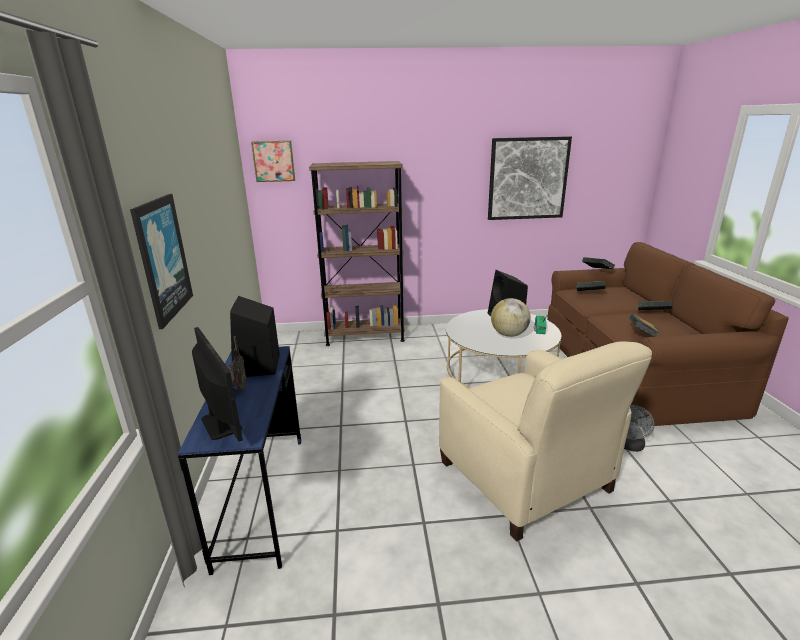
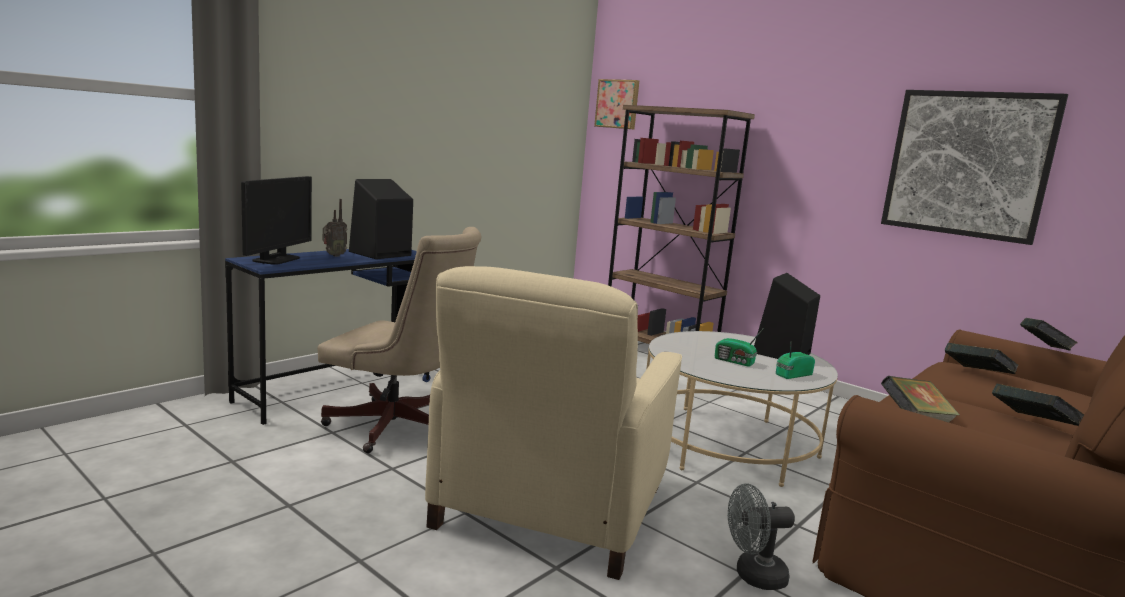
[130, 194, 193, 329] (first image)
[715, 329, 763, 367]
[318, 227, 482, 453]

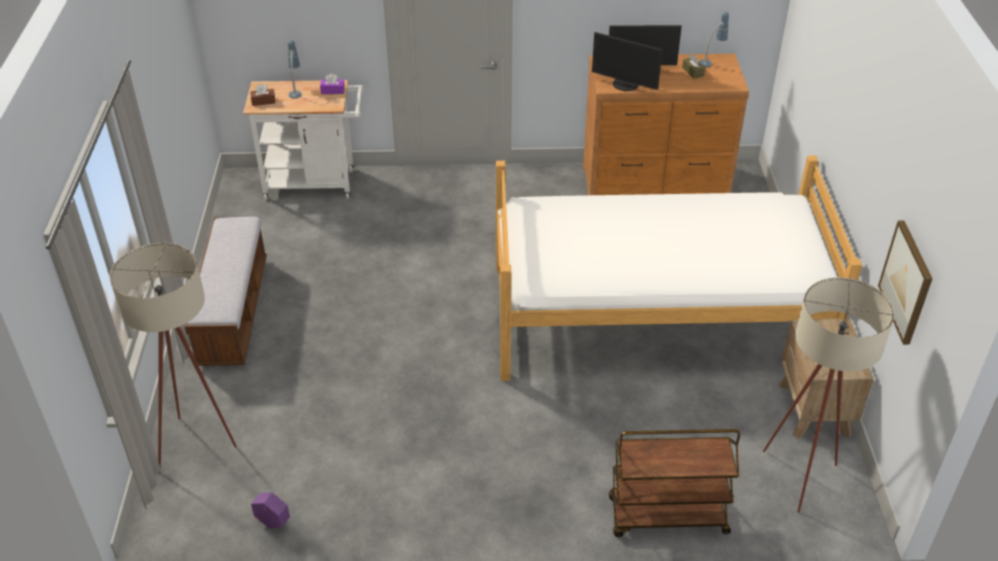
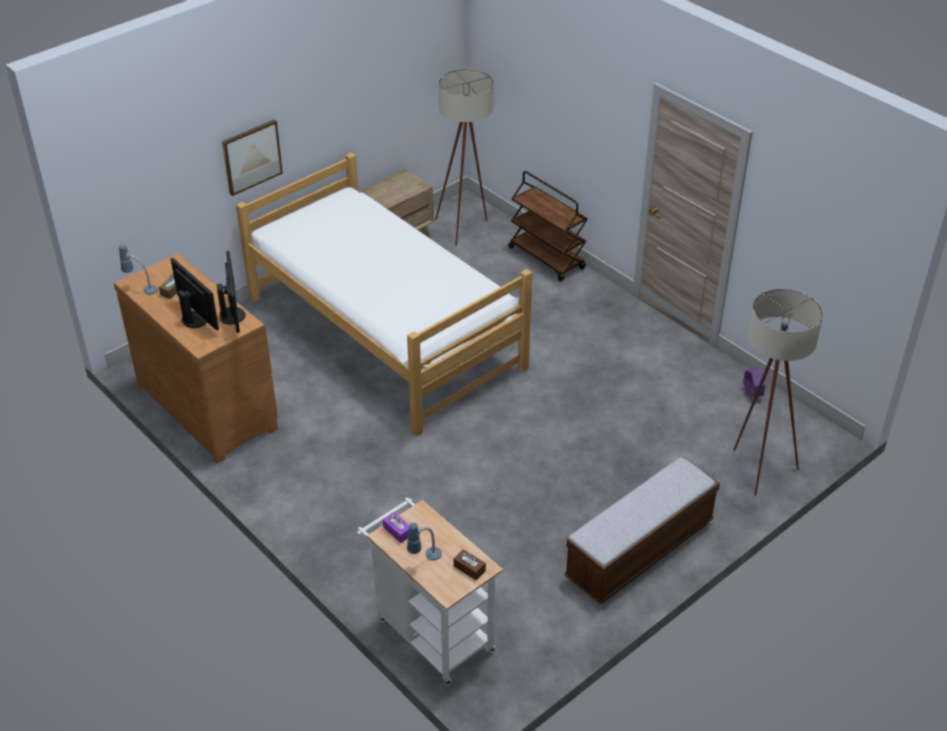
[222, 120, 283, 196]

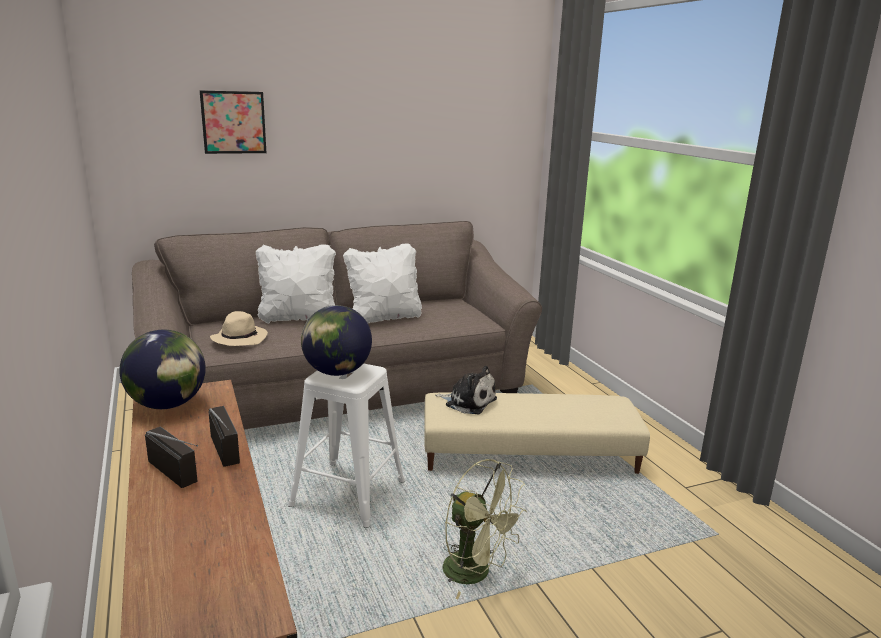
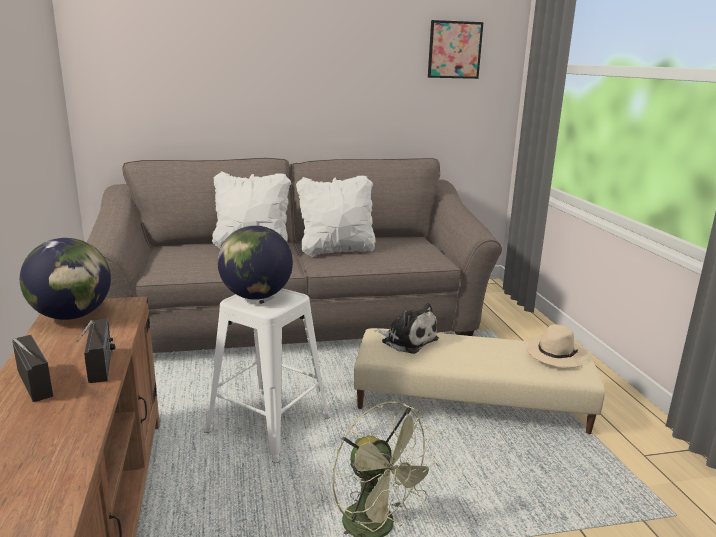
[428, 20, 483, 79]
[526, 324, 587, 368]

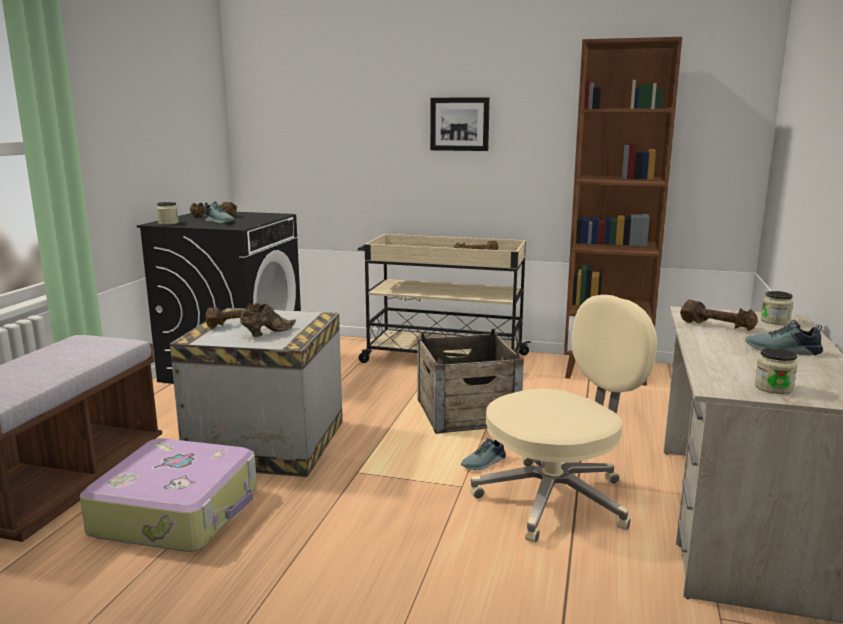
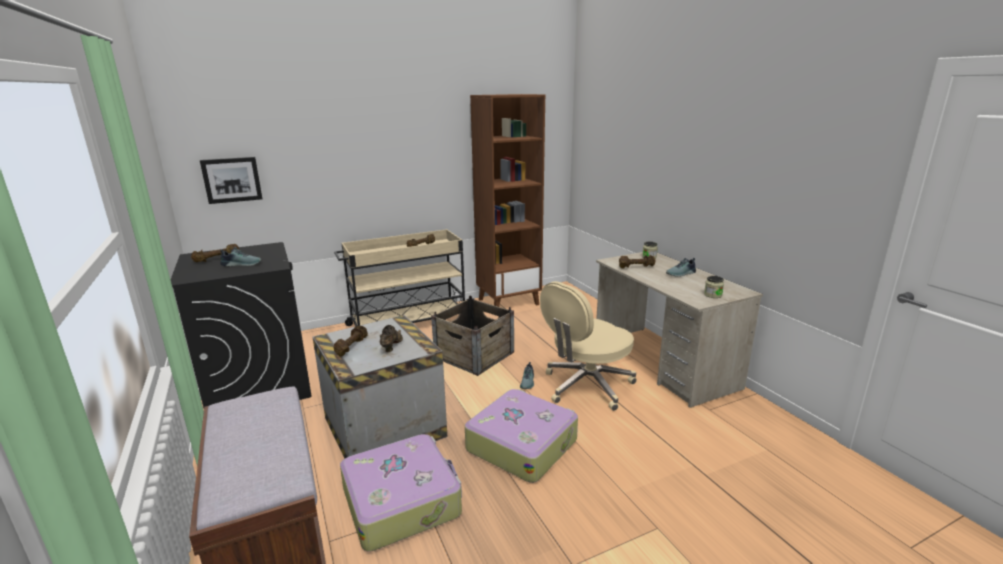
[157, 202, 179, 225] (first image)
[200, 157, 262, 204]
[540, 281, 637, 411]
[465, 389, 578, 483]

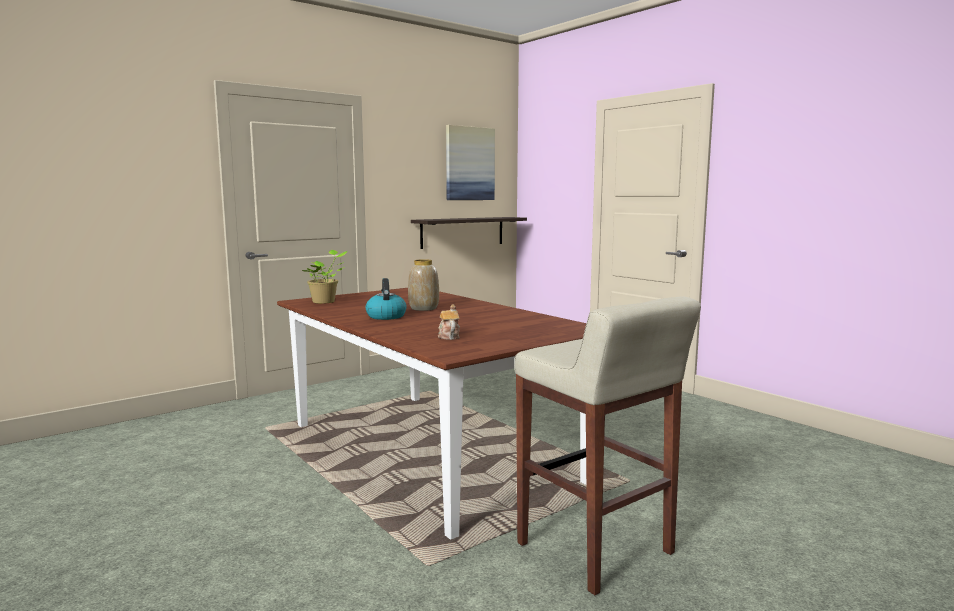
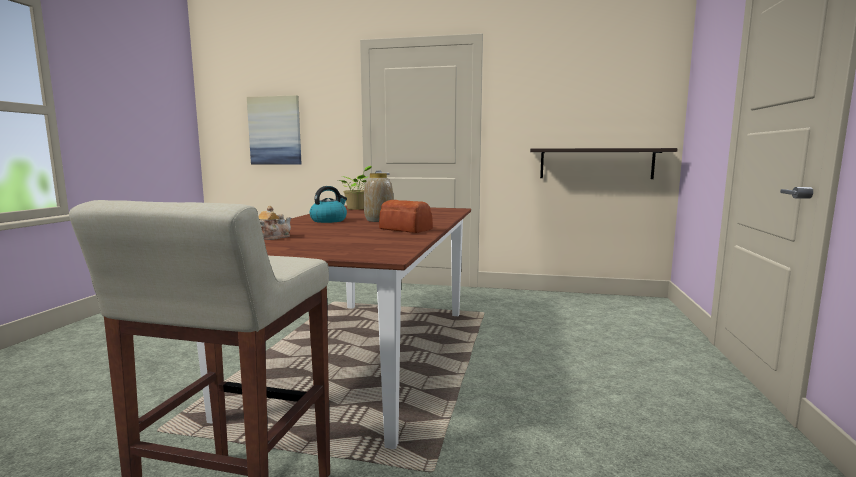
[247, 95, 302, 165]
[379, 200, 433, 233]

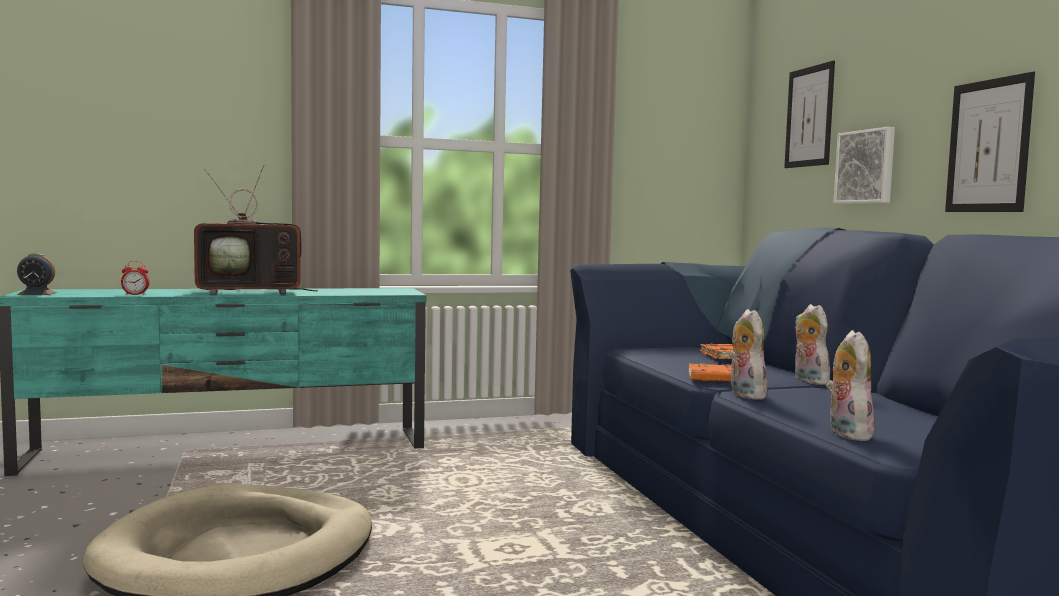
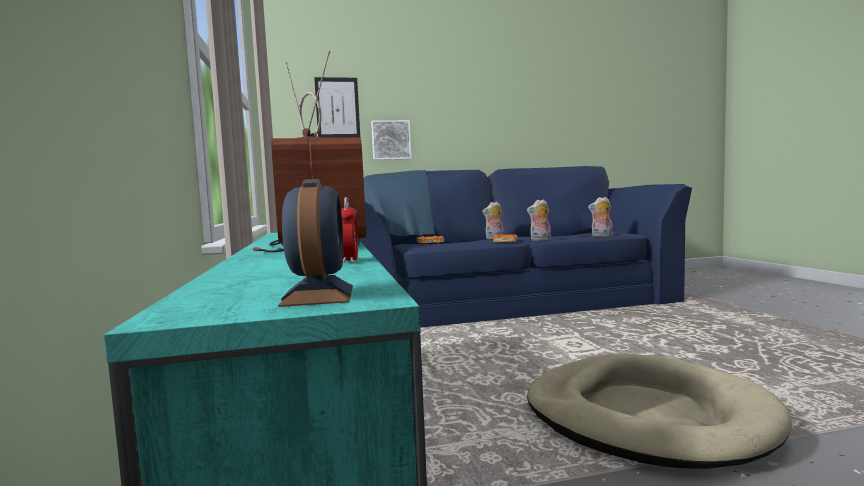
[945, 72, 1035, 212] (first image)

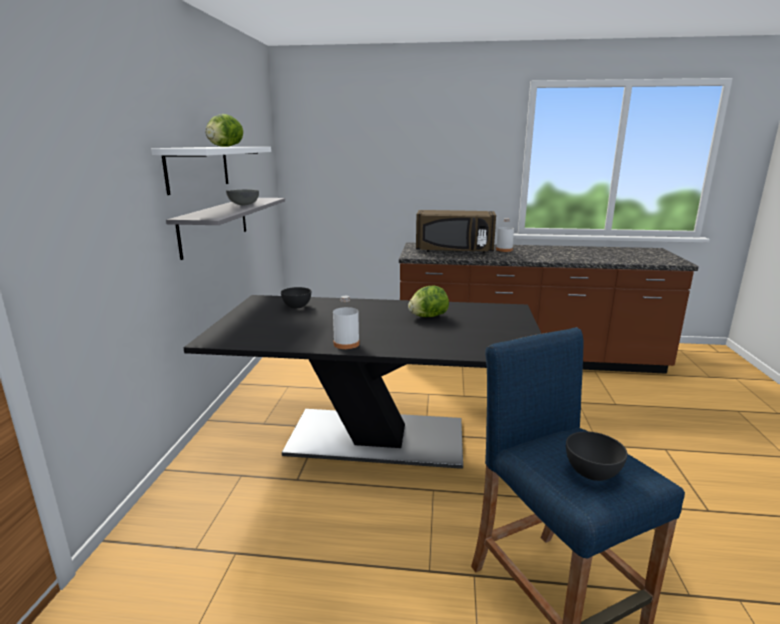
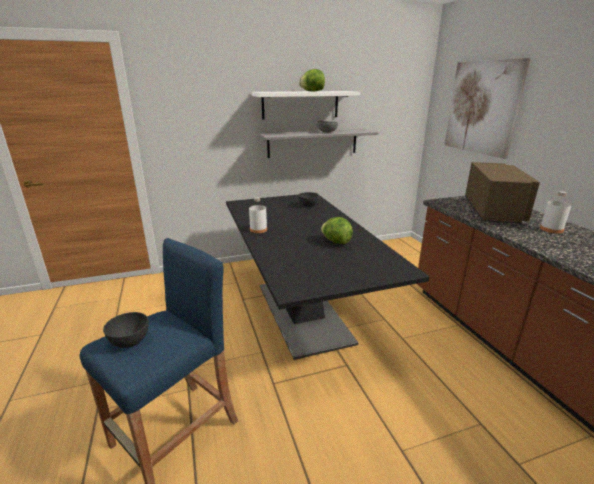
[465, 162, 540, 224]
[444, 58, 530, 159]

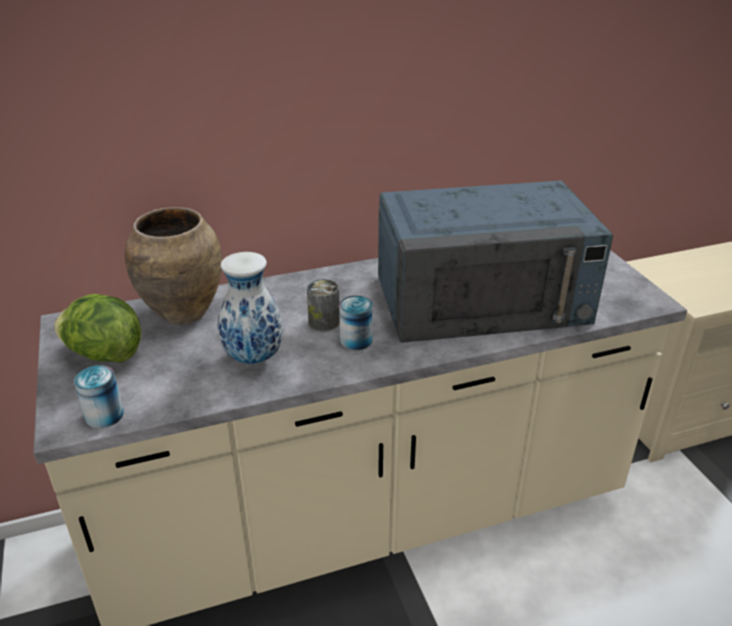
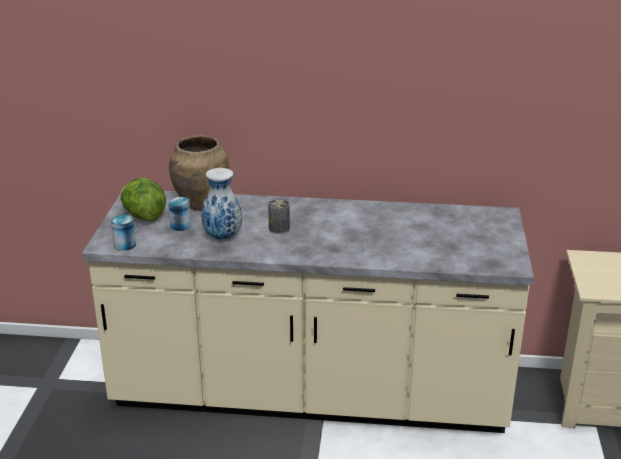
[168, 196, 191, 231]
[378, 180, 613, 343] (first image)

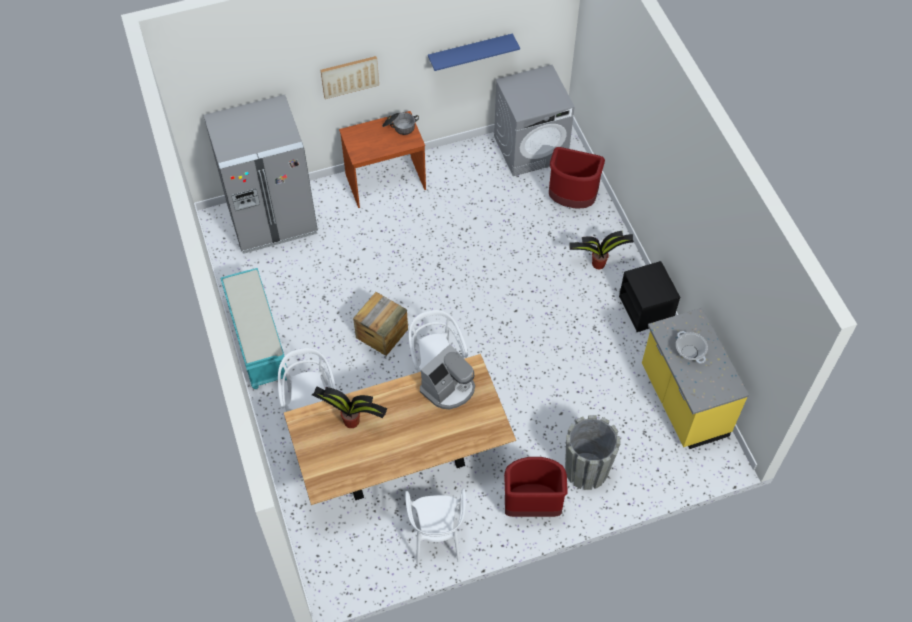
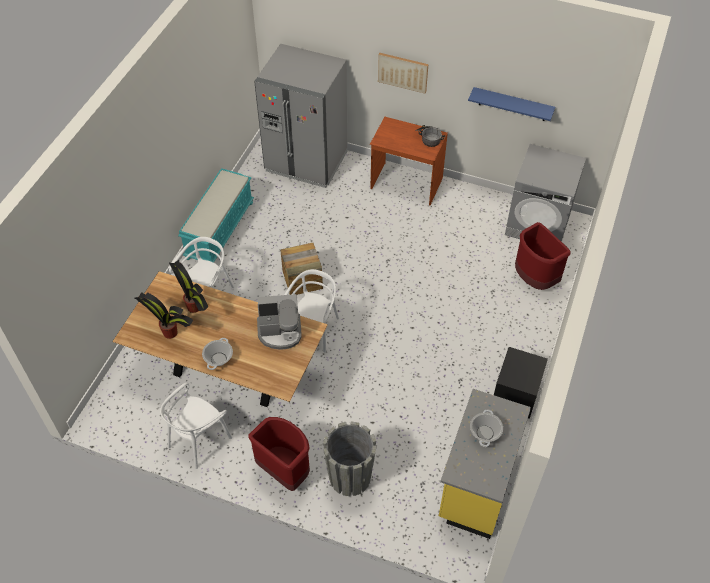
[135, 292, 193, 339]
[202, 338, 233, 370]

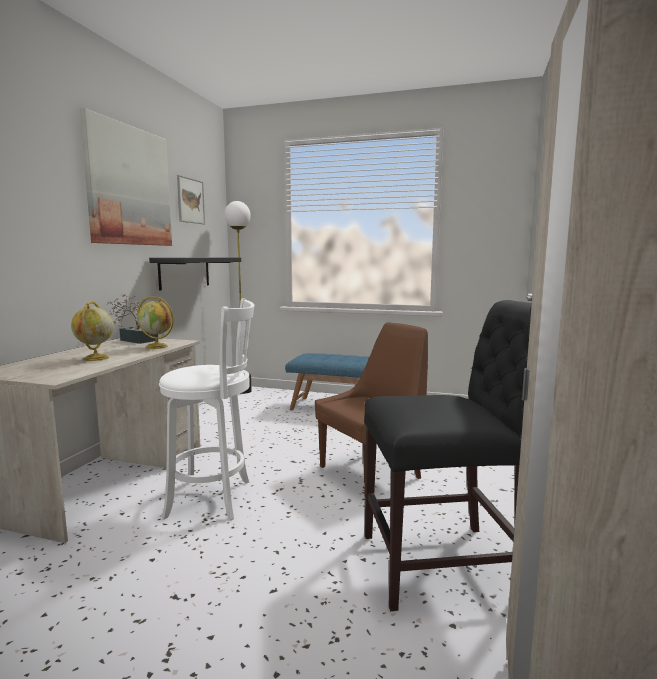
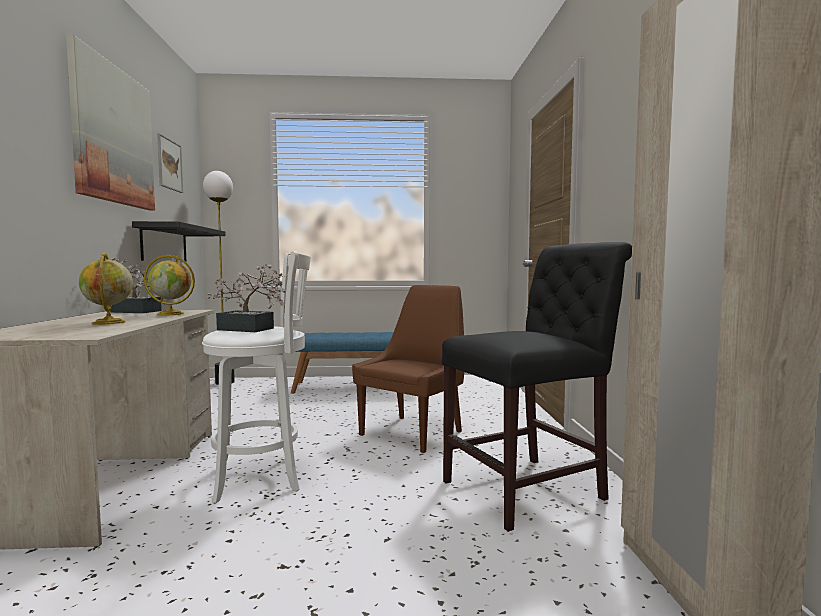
[205, 264, 288, 332]

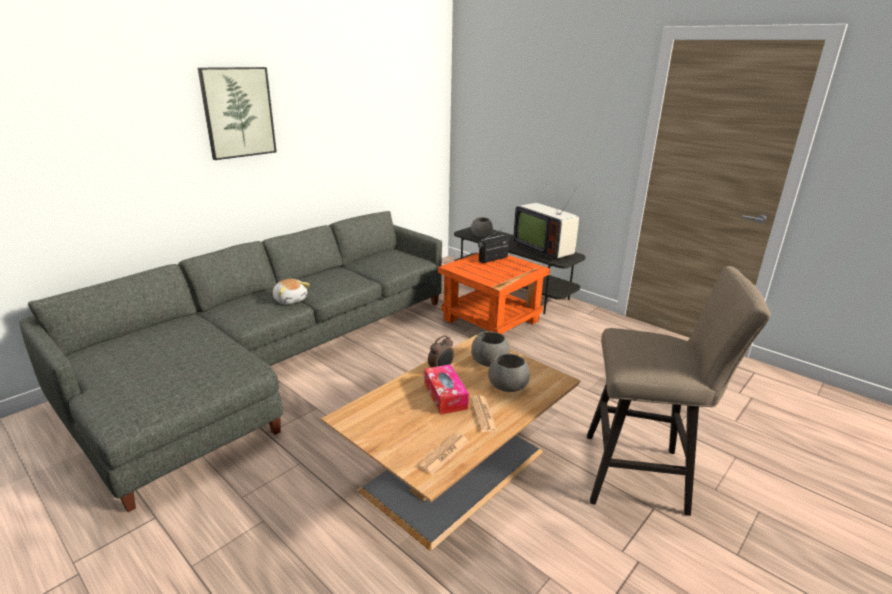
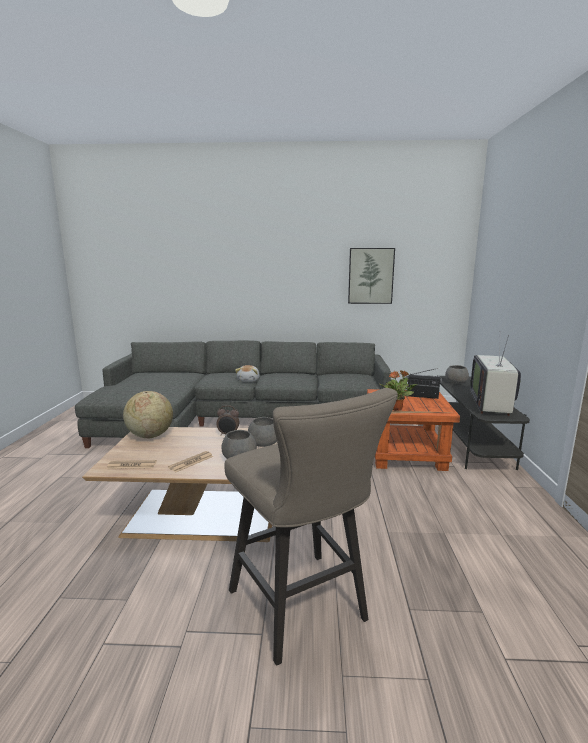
[348, 248, 395, 304]
[425, 364, 469, 415] (first image)
[123, 391, 173, 438]
[380, 370, 417, 410]

